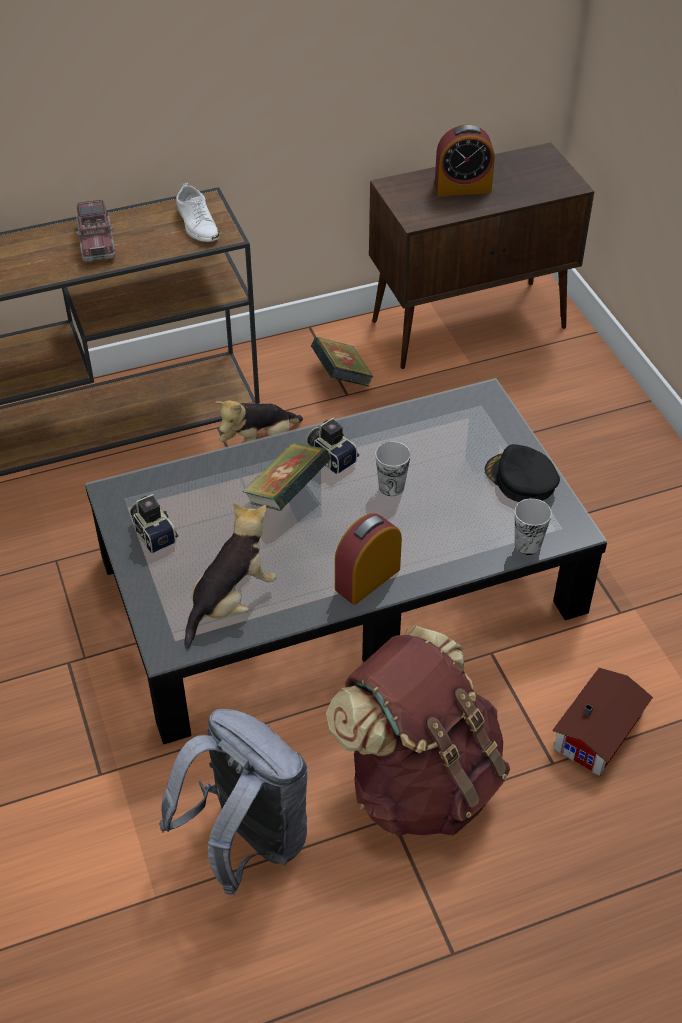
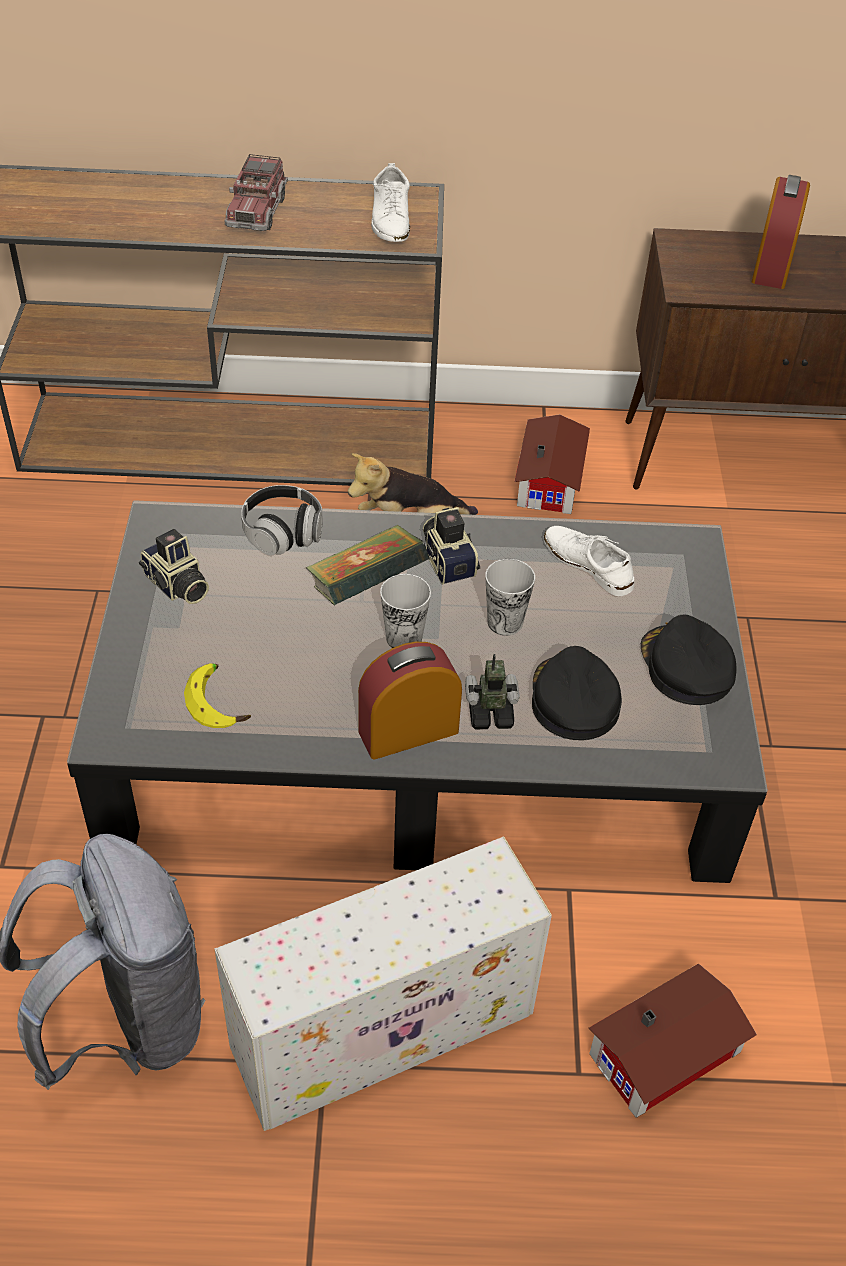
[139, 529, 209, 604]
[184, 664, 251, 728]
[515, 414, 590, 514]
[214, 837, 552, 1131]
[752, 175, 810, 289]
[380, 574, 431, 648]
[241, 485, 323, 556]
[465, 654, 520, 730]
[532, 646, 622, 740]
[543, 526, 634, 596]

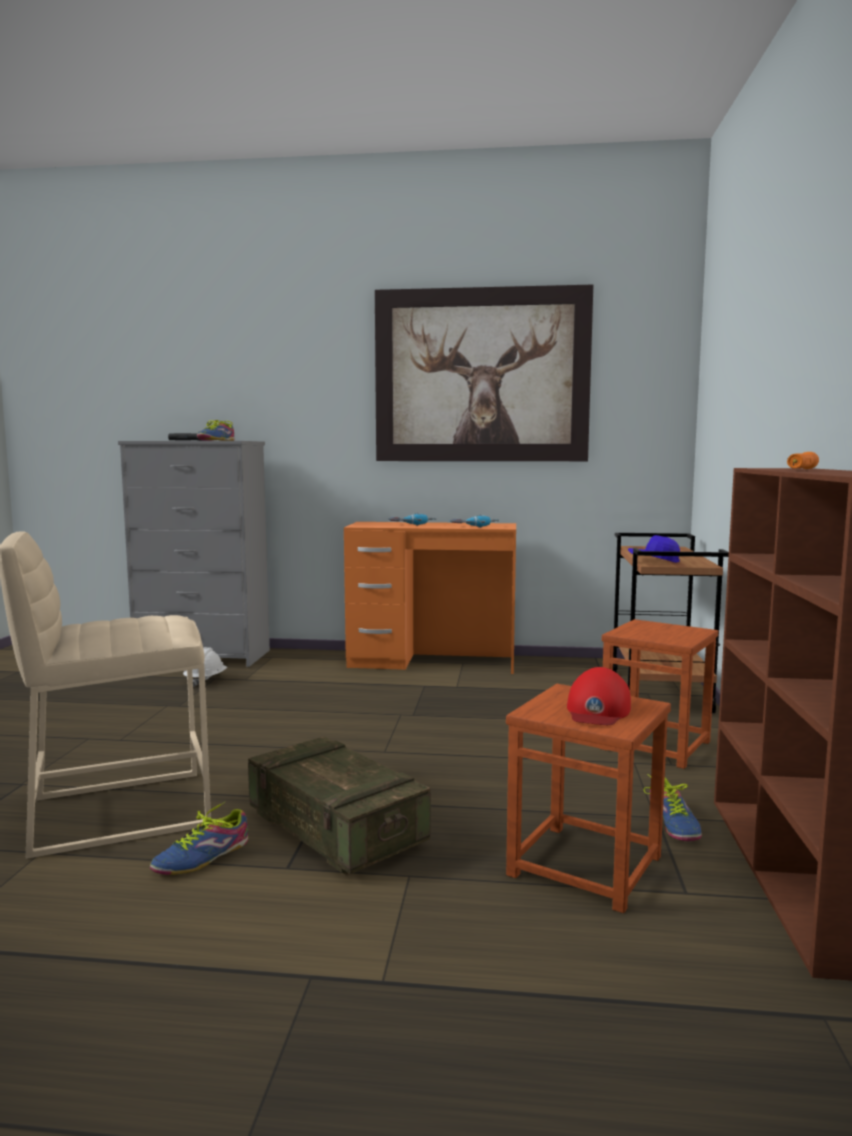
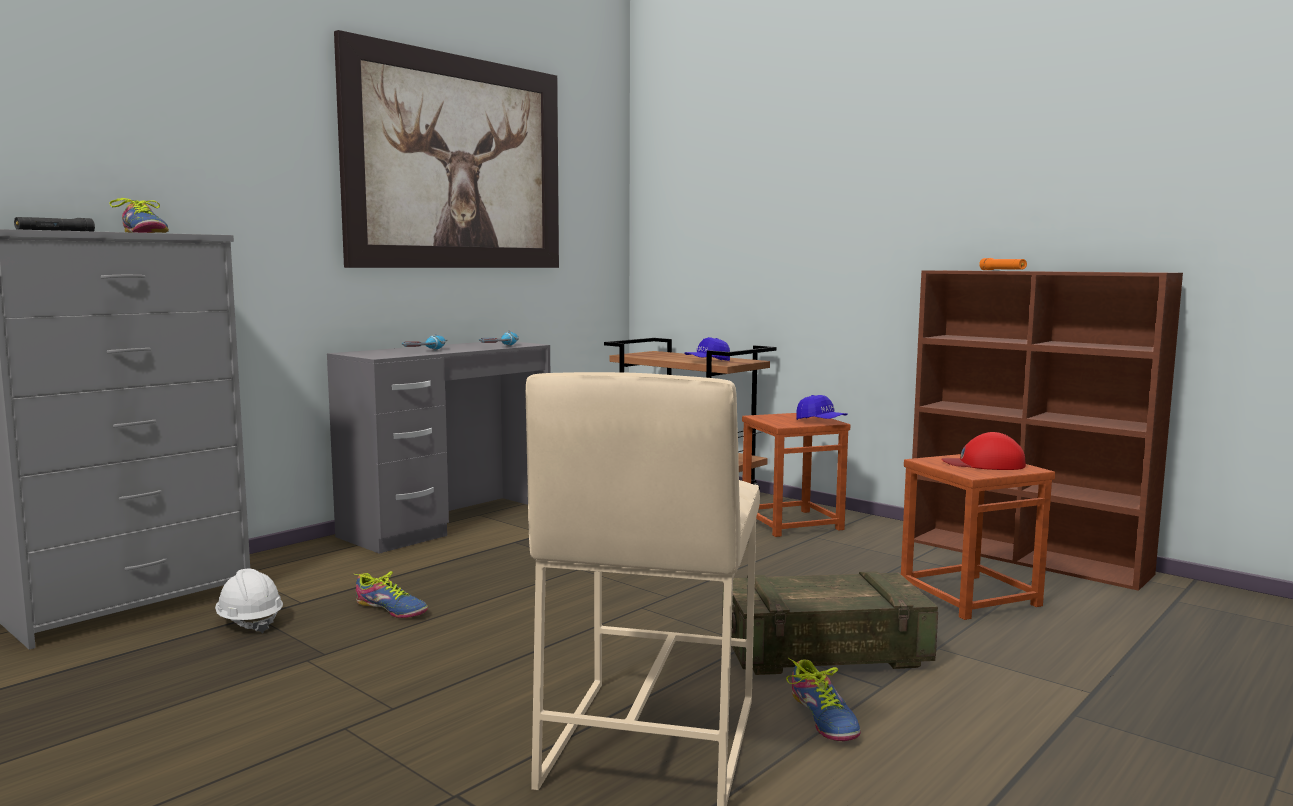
[327, 341, 550, 554]
[941, 432, 1026, 470]
[355, 571, 428, 618]
[796, 395, 848, 420]

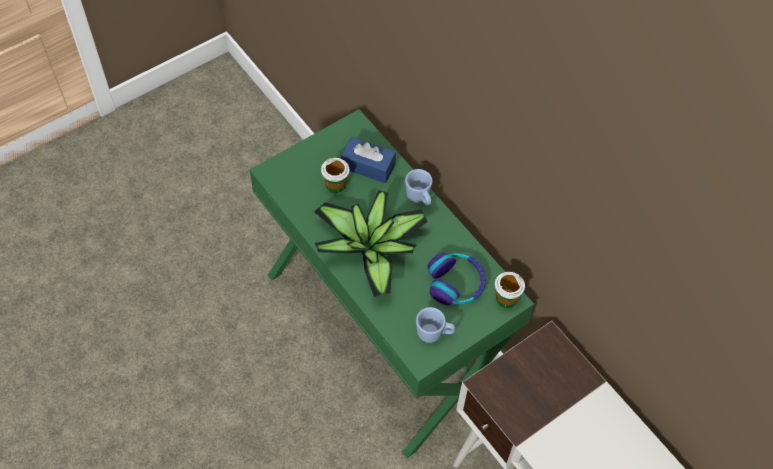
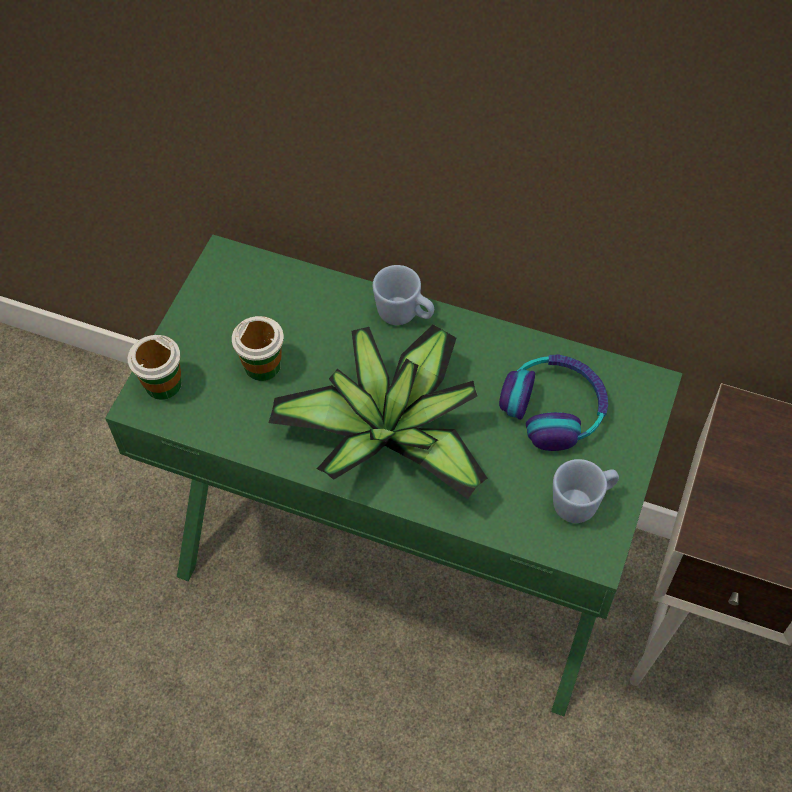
[341, 137, 396, 183] (first image)
[128, 335, 182, 400]

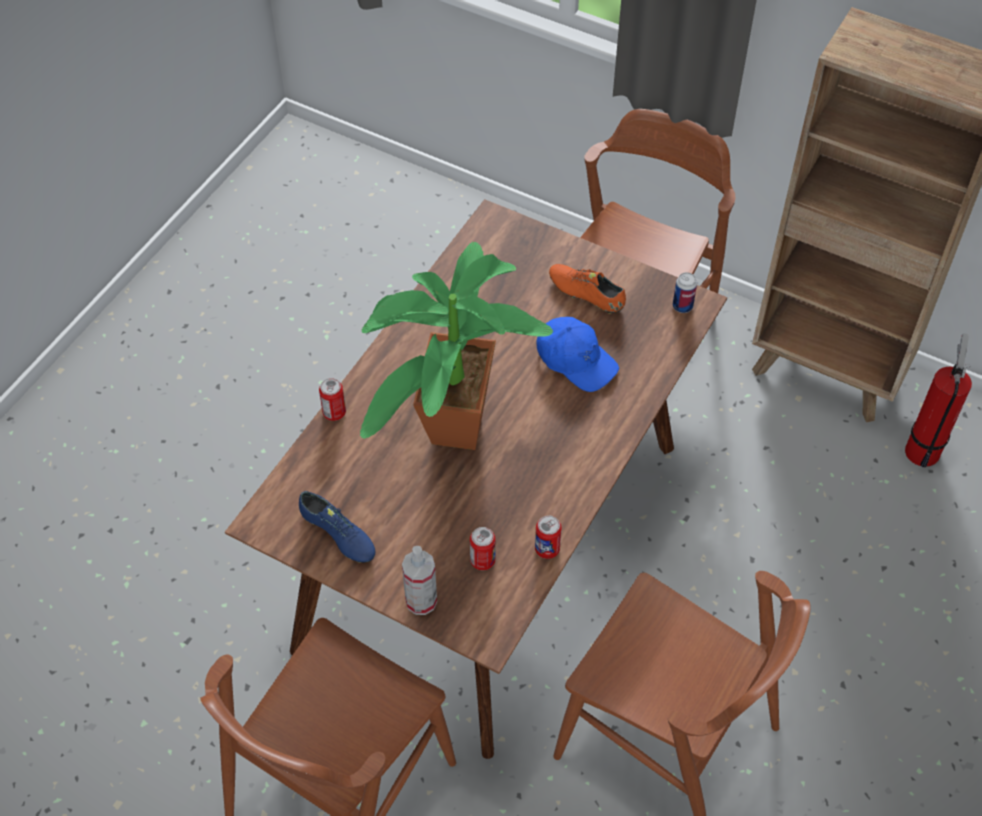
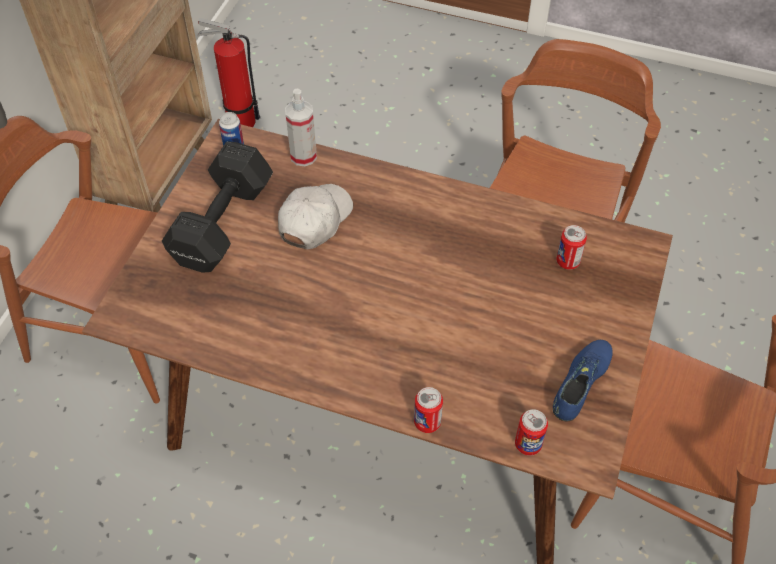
[360, 242, 553, 450] (first image)
[285, 89, 317, 166]
[515, 409, 548, 456]
[278, 184, 353, 249]
[162, 141, 273, 273]

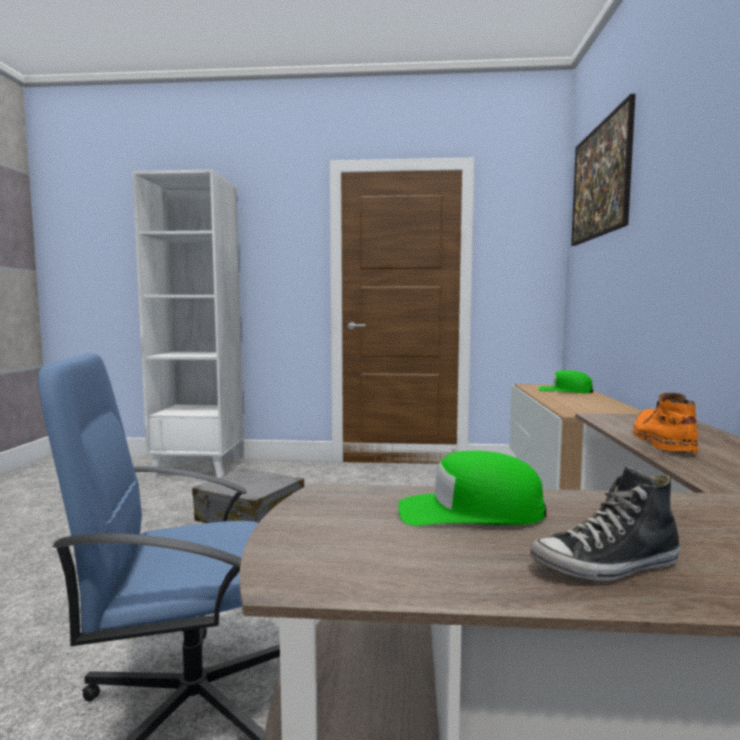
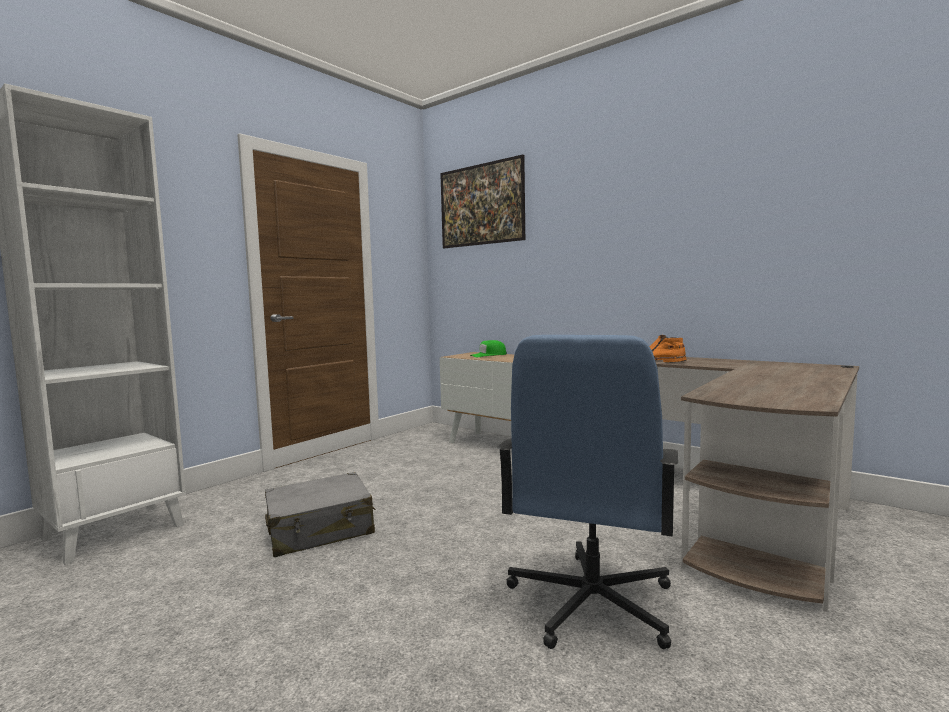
[398, 451, 546, 526] (first image)
[530, 466, 680, 582] (first image)

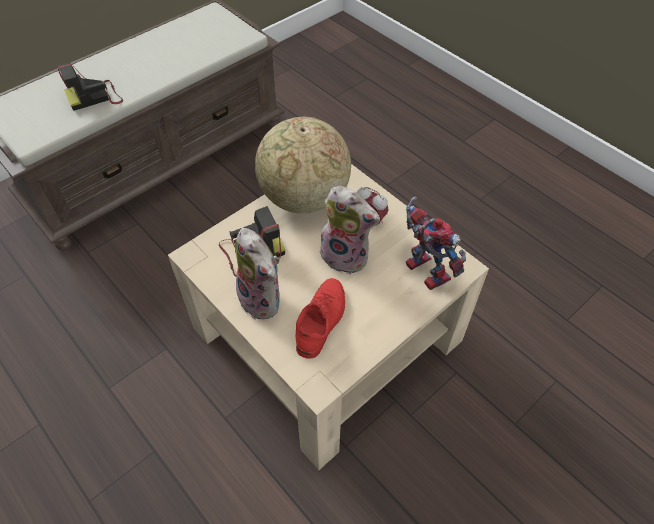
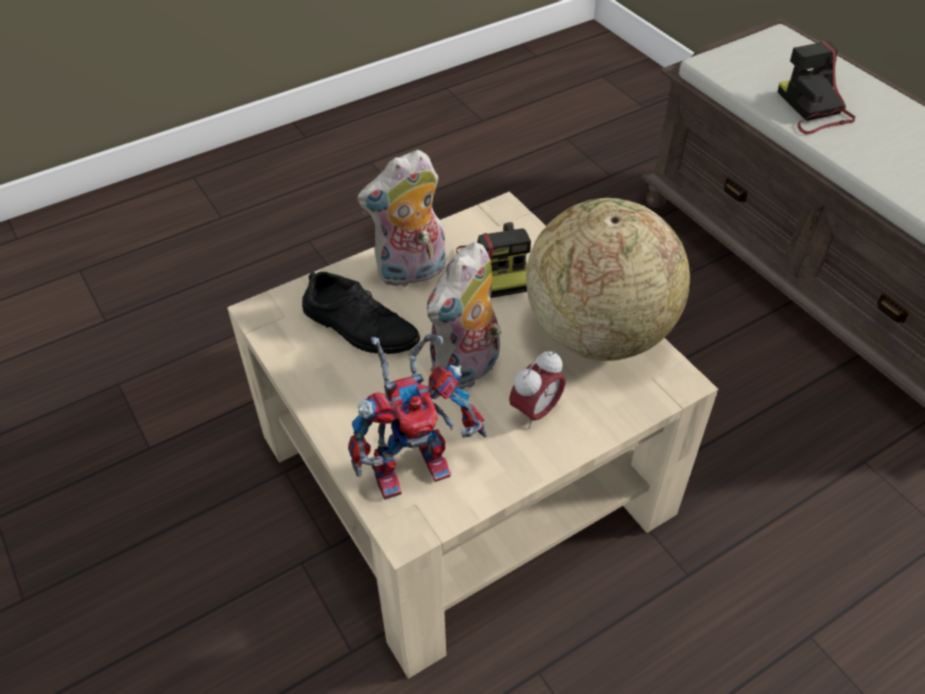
[302, 269, 420, 354]

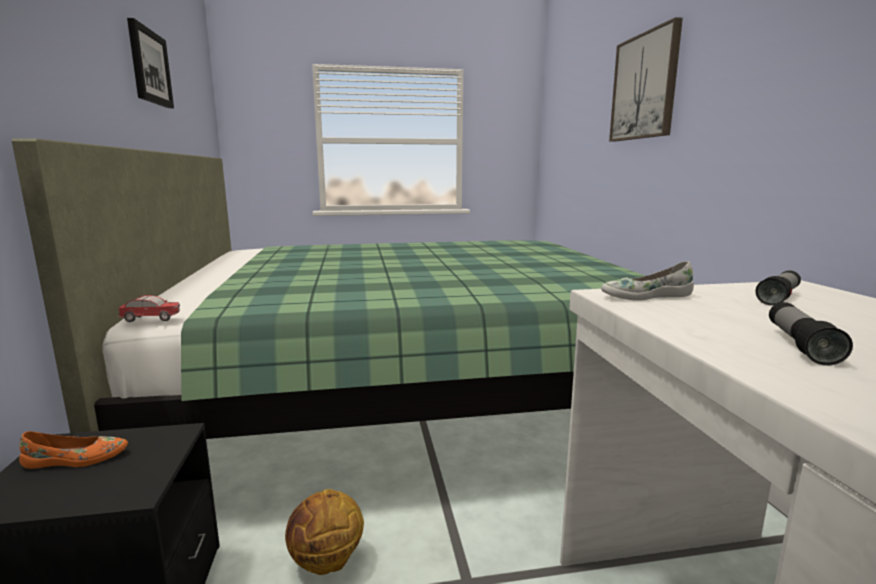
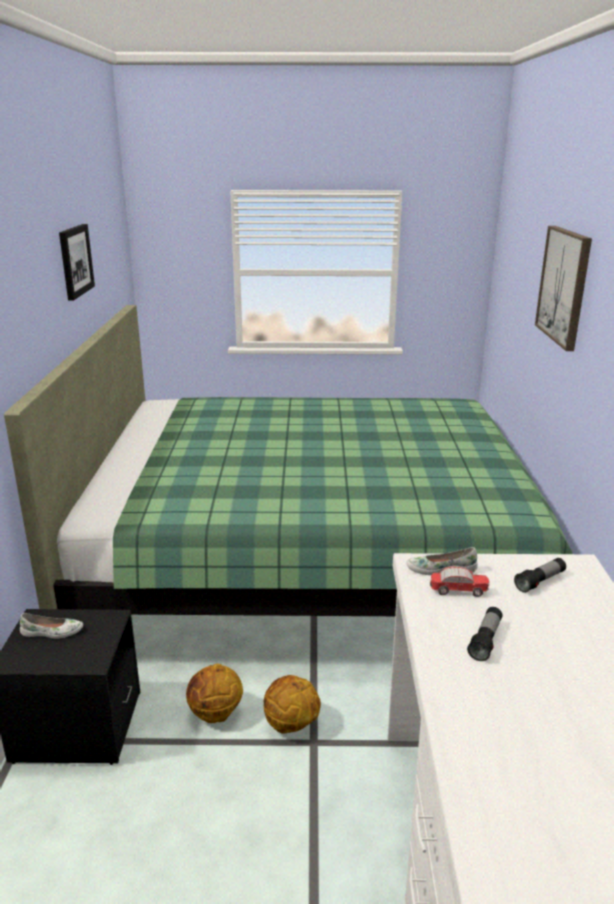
[20, 613, 83, 639]
[430, 567, 490, 597]
[264, 675, 321, 734]

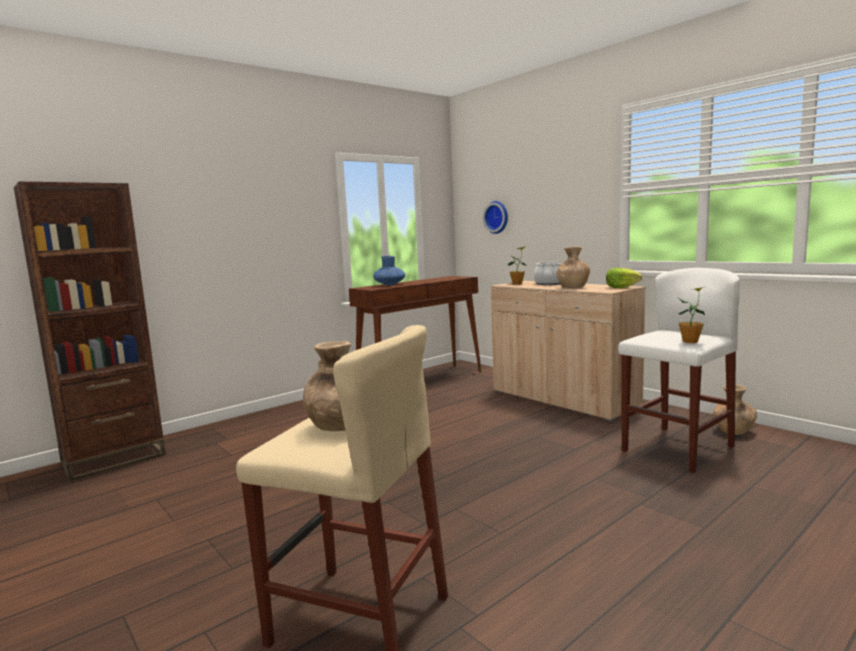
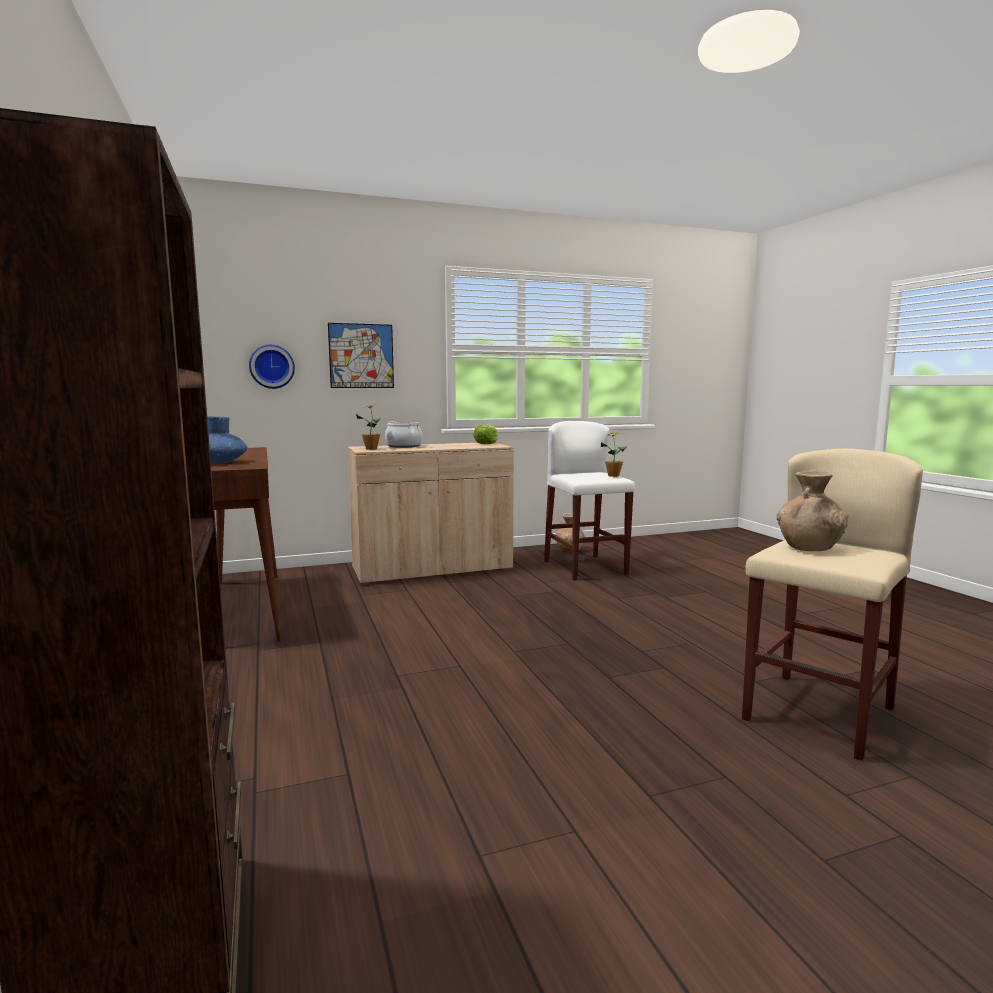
[556, 247, 590, 288] (first image)
[328, 323, 394, 388]

